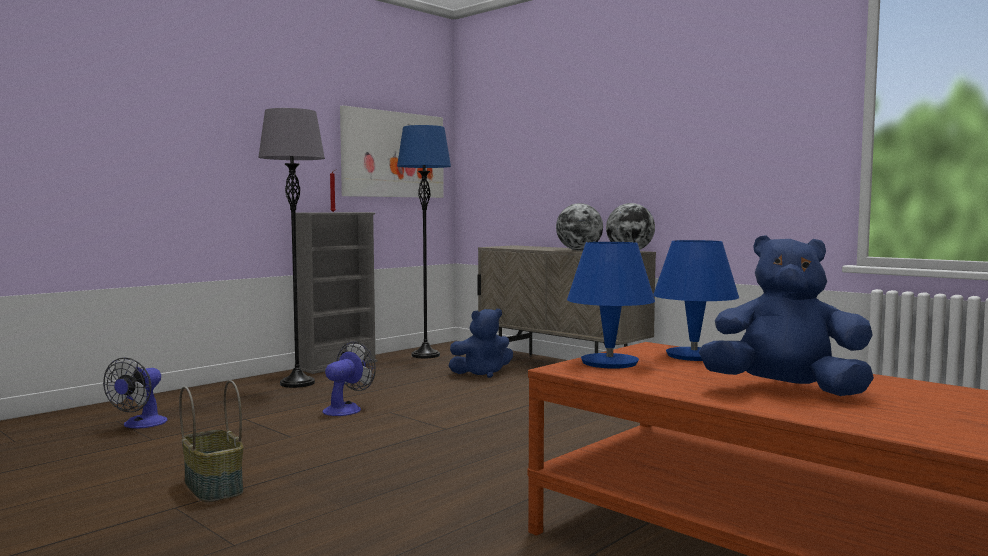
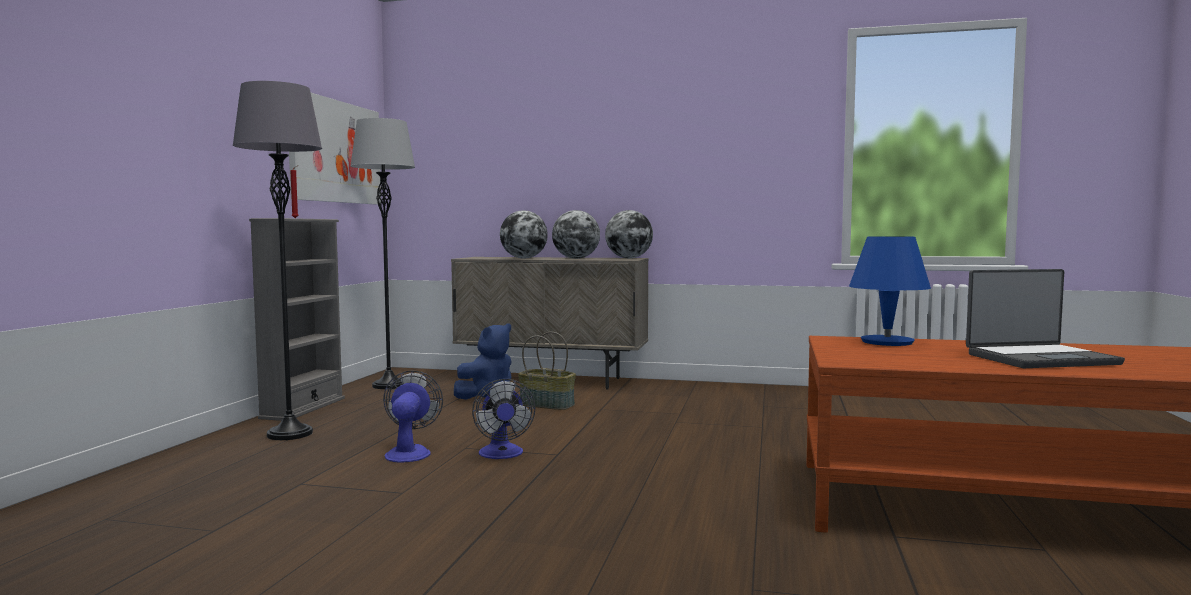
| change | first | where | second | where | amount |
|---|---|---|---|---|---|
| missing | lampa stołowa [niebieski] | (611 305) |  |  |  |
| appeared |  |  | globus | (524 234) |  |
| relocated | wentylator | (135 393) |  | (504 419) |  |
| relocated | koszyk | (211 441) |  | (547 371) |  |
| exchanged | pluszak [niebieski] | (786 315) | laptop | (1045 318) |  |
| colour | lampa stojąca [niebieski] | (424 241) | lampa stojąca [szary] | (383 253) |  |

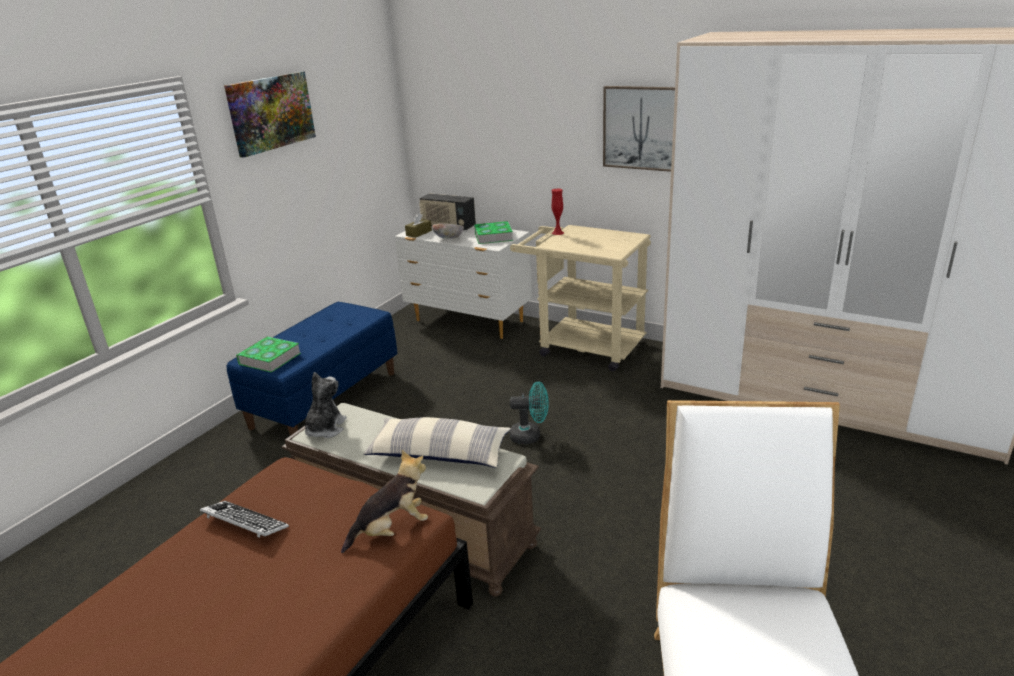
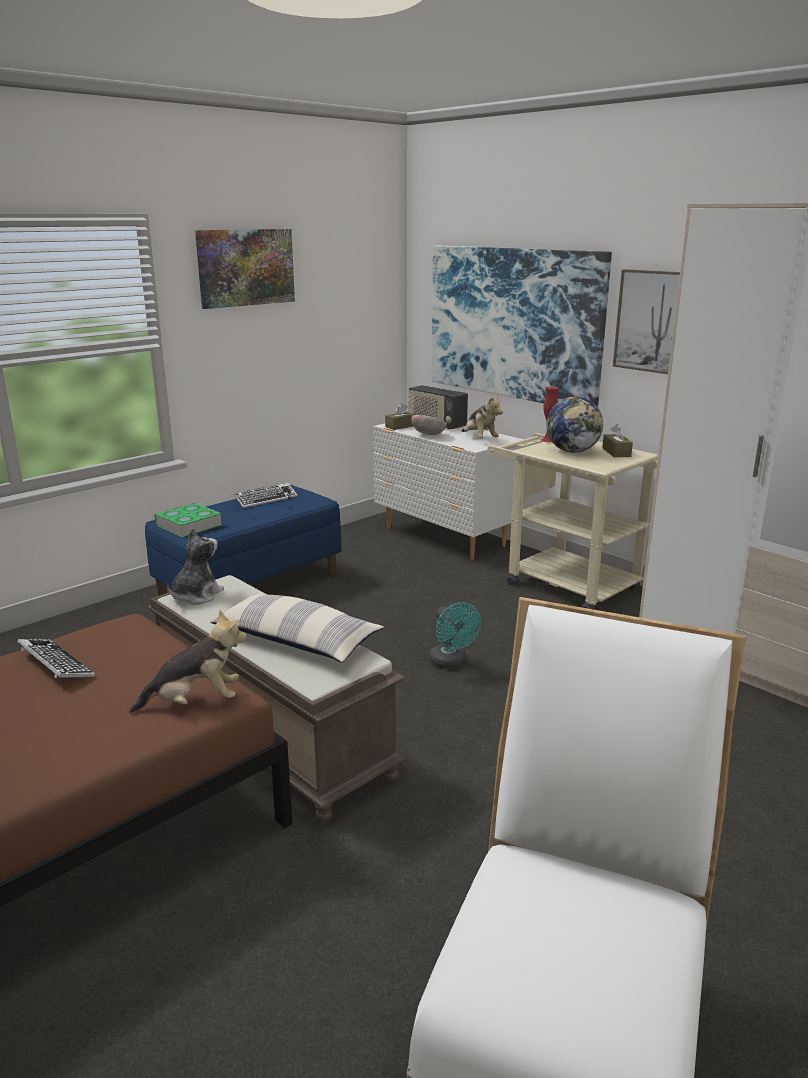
| change | first | where | second | where | amount |
|---|---|---|---|---|---|
| appeared |  |  | klawiatura | (266 495) |  |
| appeared |  |  | obraz | (521 326) |  |
| appeared |  |  | globus | (575 425) |  |
| appeared |  |  | pudełko chusteczek [brązowy] | (617 440) |  |
| exchanged | książka | (493 232) | pluszak | (482 416) |  |
| spun | wentylator [turkusowy] | (529 413) |  | (455 635) | 45 degrees clockwise |

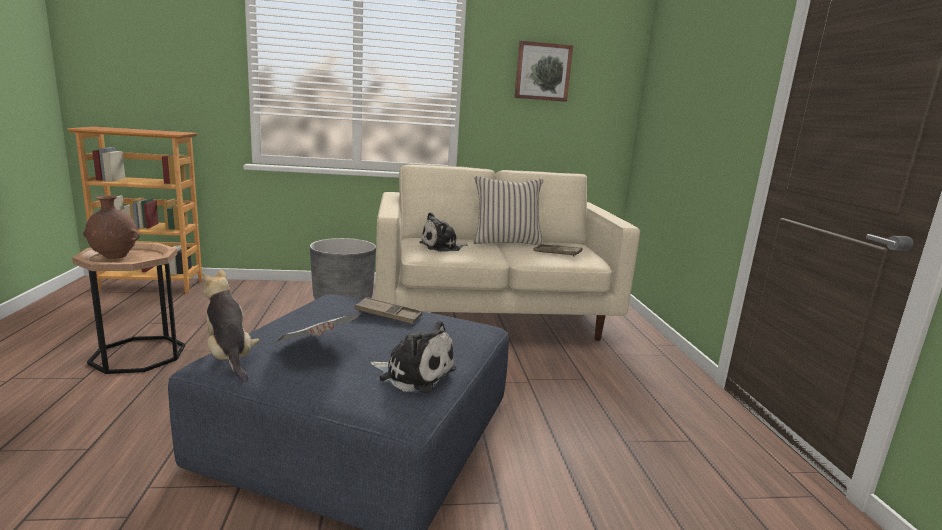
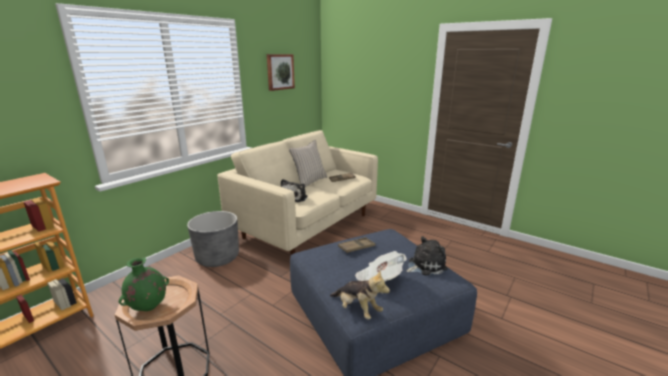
| change | first | where | second | where | amount |
|---|---|---|---|---|---|
| colour | wazon [brązowy] | (111 227) | wazon [zielony] | (144 284) |  |
| spun | pluszak | (231 325) |  | (360 294) | 150 degrees counterclockwise |

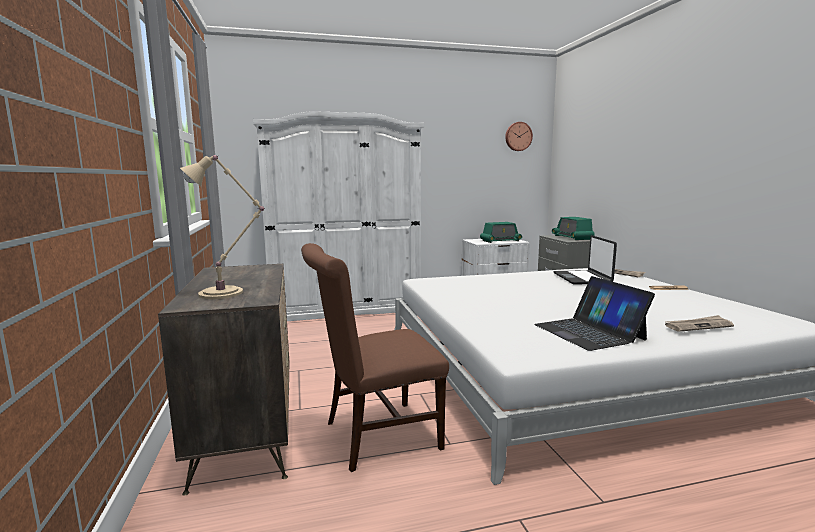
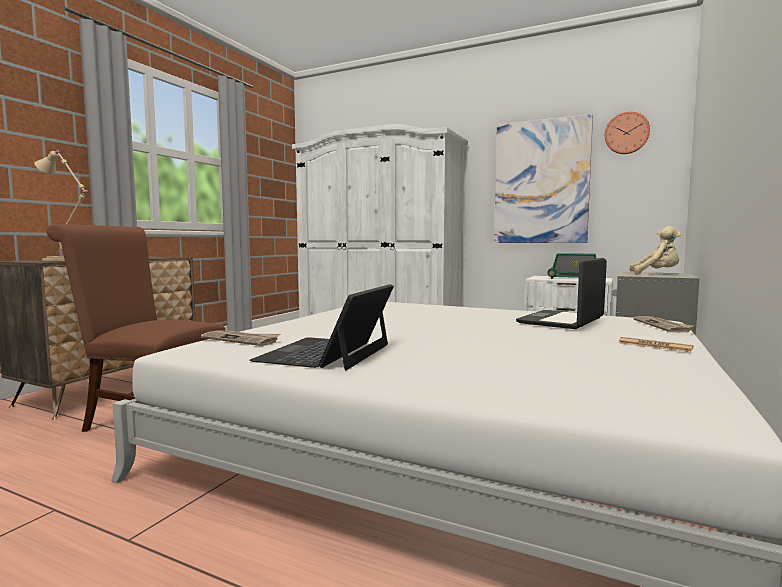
| change | first | where | second | where | amount |
|---|---|---|---|---|---|
| appeared |  |  | obraz | (543 178) |  |
| relocated | gazeta | (699 323) |  | (240 338) |  |
| exchanged | radio | (573 228) | pluszak [beżowy] | (655 250) |  |

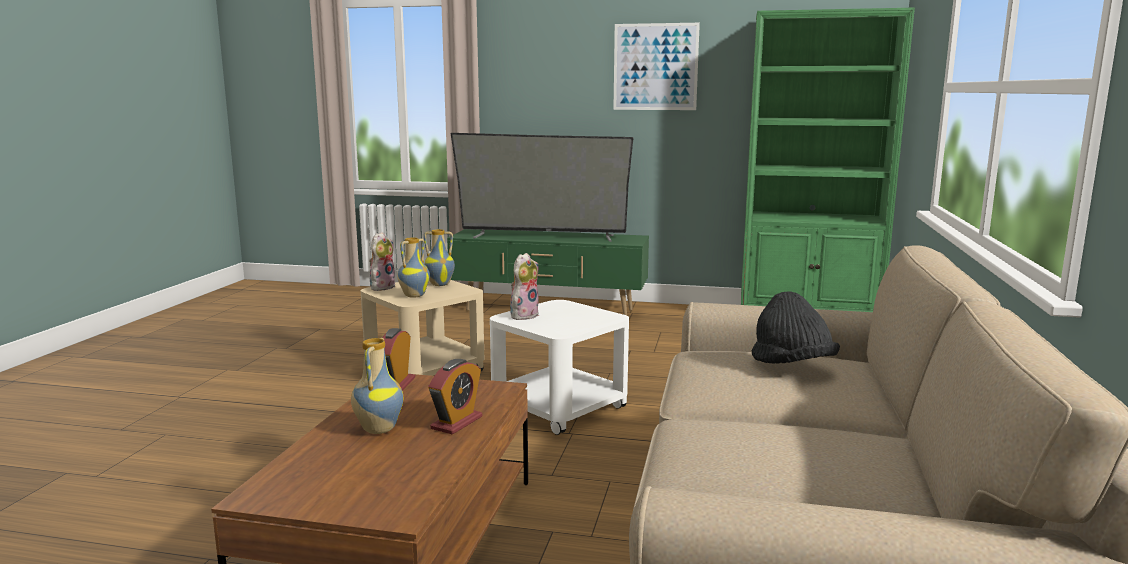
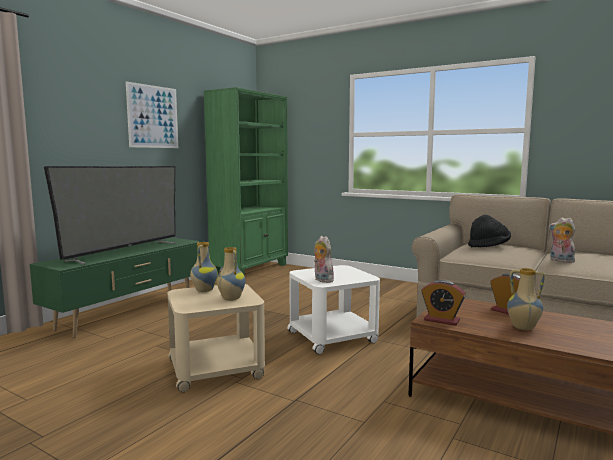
| change | first | where | second | where | amount |
|---|---|---|---|---|---|
| relocated | pluszak | (382 261) |  | (562 240) |  |

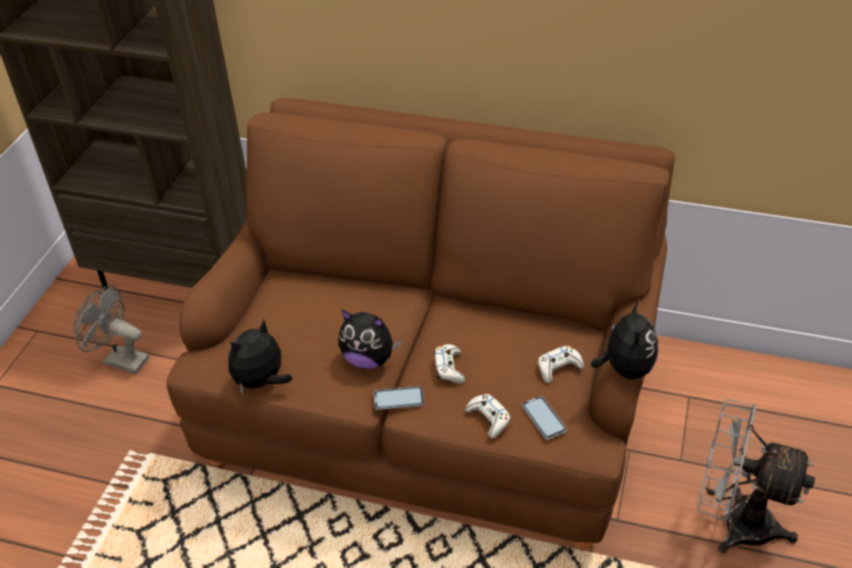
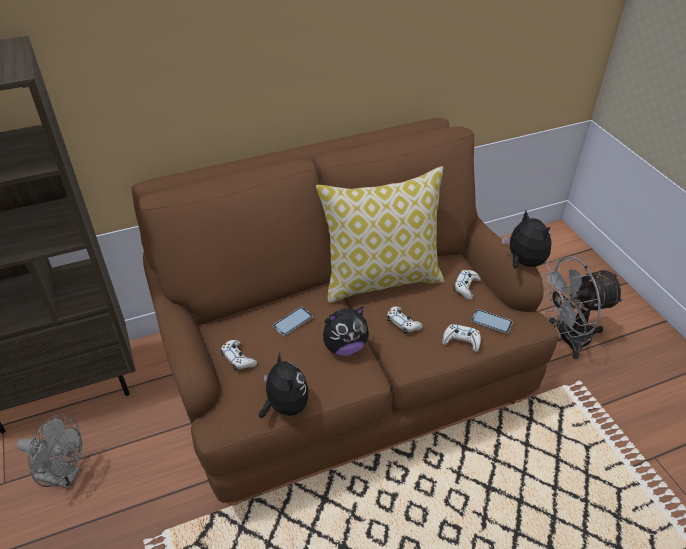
| change | first | where | second | where | amount |
|---|---|---|---|---|---|
| appeared |  |  | pad do gier [biały] | (239 355) |  |
| appeared |  |  | poduszka | (380 234) |  |
| relocated | telefon | (399 398) |  | (293 321) |  |
| spun | wentylator [szary] | (111 329) |  | (49 451) | 150 degrees counterclockwise |
| spun | pluszak | (260 356) |  | (284 385) | 150 degrees clockwise |

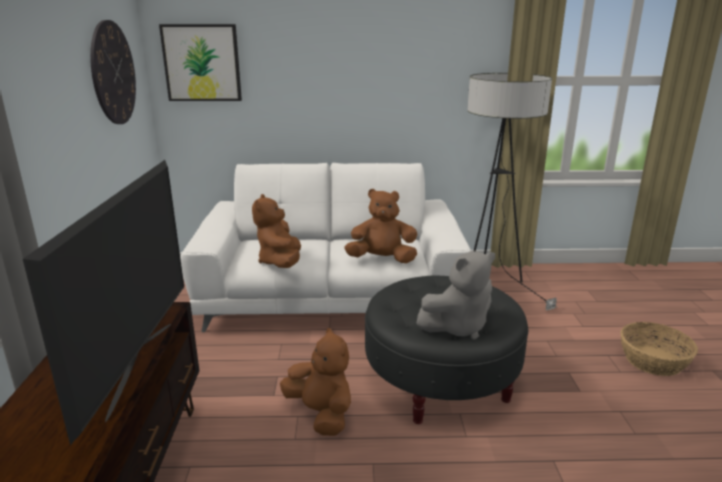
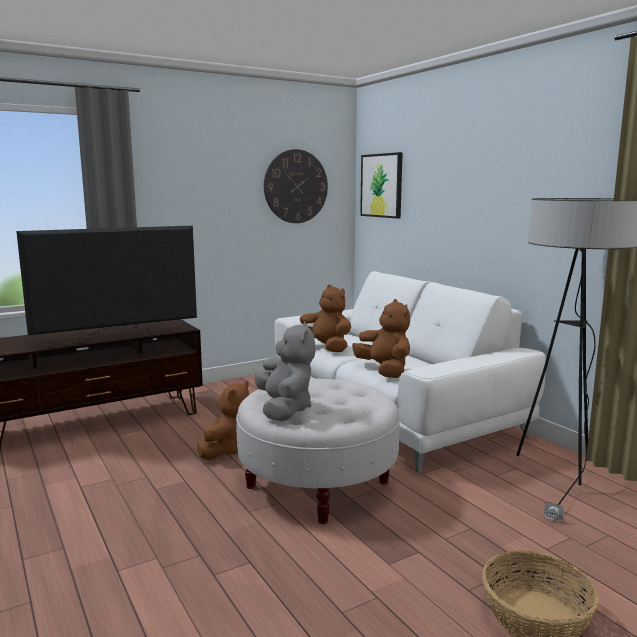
| change | first | where | second | where | amount |
|---|---|---|---|---|---|
| colour | pufa [czarny] | (446 350) | pufa [biały] | (318 451) |  |
| spun | pluszak [brązowy] | (276 231) |  | (325 318) | 75 degrees clockwise |
| spun | pluszak [szary] | (455 295) |  | (285 371) | 135 degrees counterclockwise |

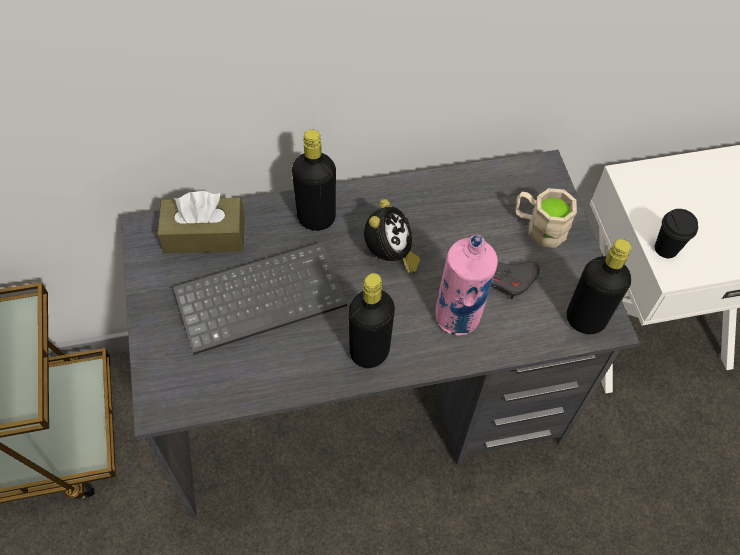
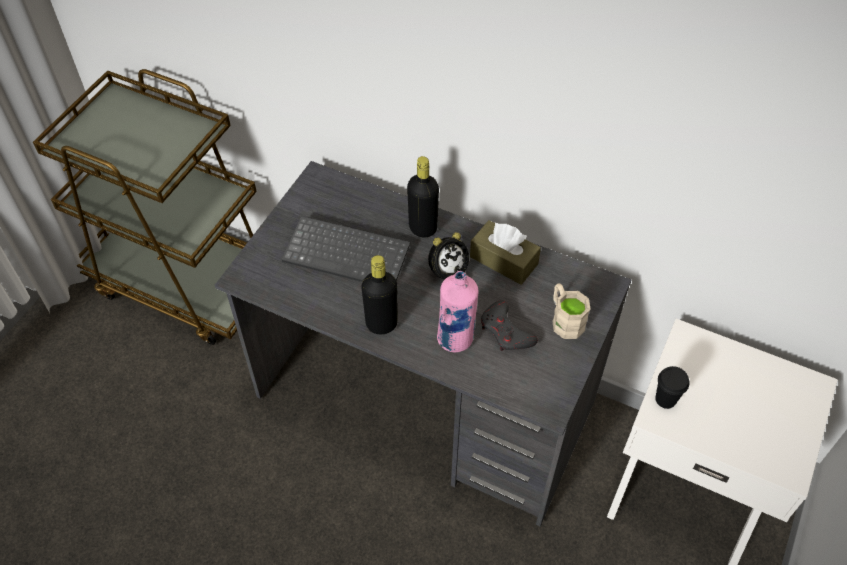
| change | first | where | second | where | amount |
|---|---|---|---|---|---|
| missing | butelka [czarny] | (599 286) |  |  |  |
| relocated | pudełko chusteczek [brązowy] | (201 222) |  | (505 252) |  |

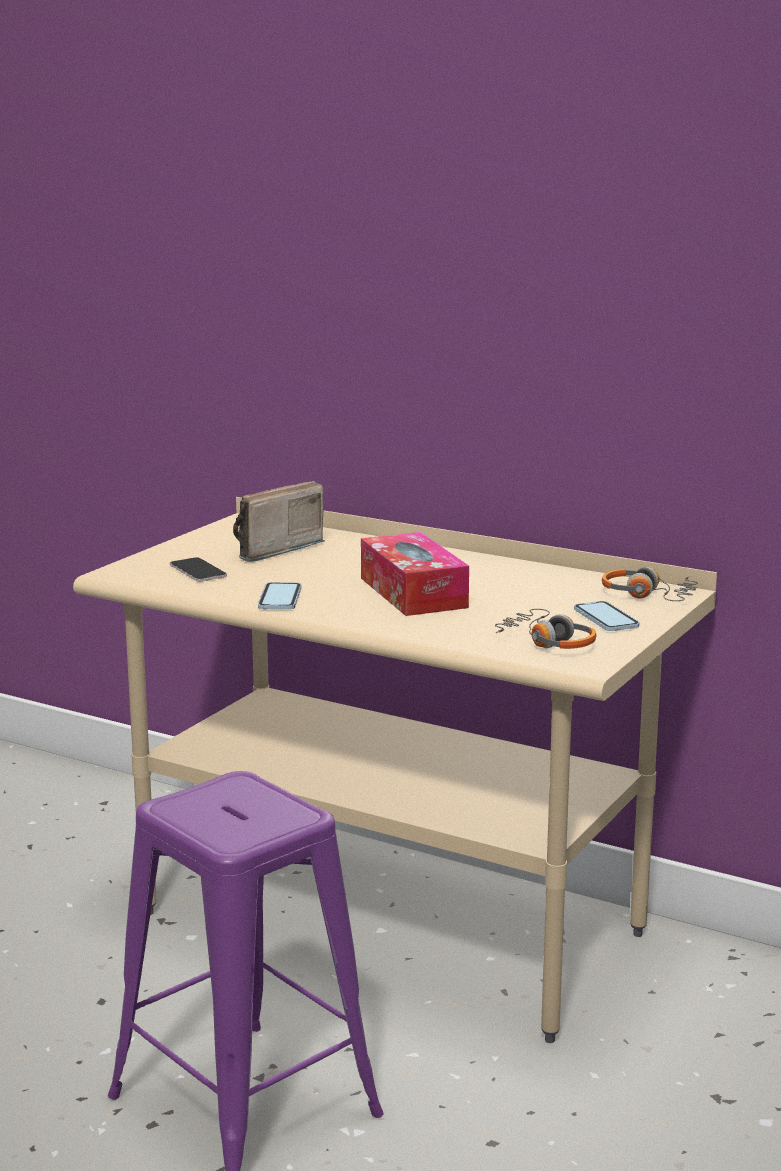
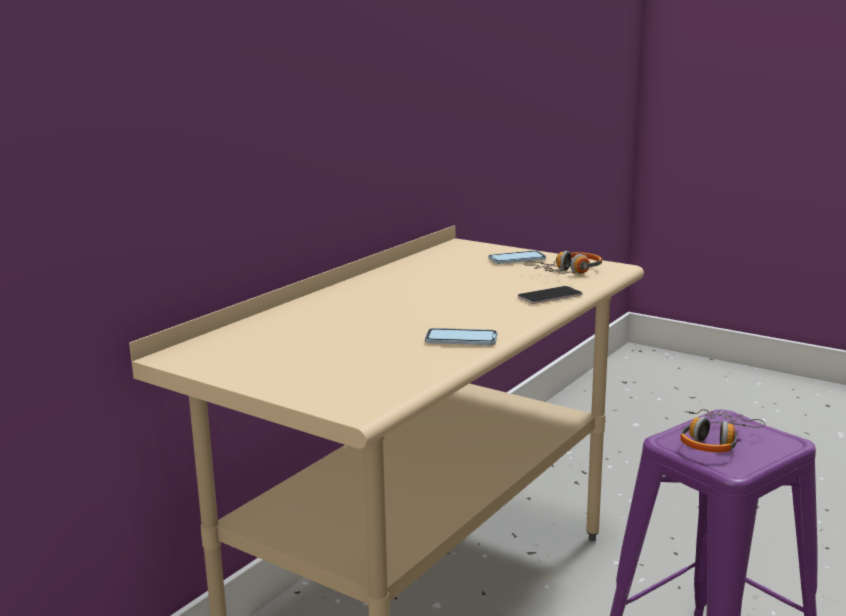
| change | first | where | second | where | amount |
|---|---|---|---|---|---|
| missing | radio | (279 521) |  |  |  |
| missing | pudełko chusteczek | (415 574) |  |  |  |
| relocated | telefon | (198 569) |  | (550 295) |  |
| relocated | słuchawki | (650 584) |  | (722 430) |  |

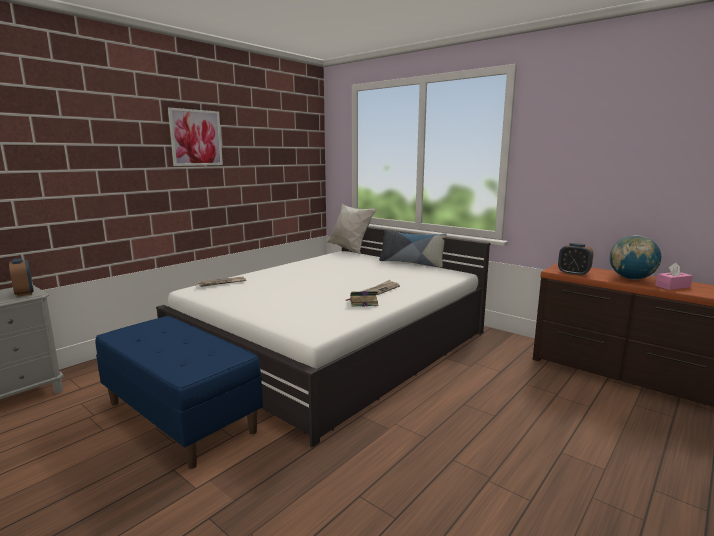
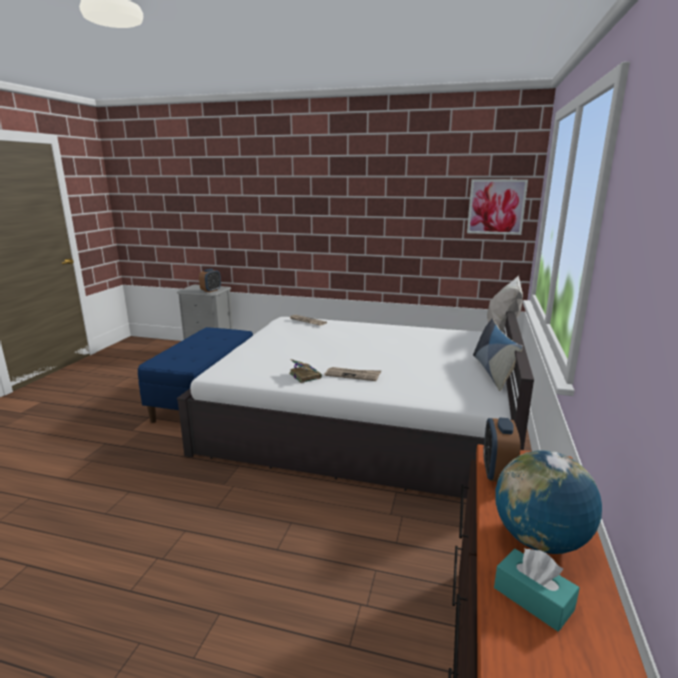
| change | first | where | second | where | amount |
|---|---|---|---|---|---|
| relocated | obraz | (195 137) |  | (497 207) |  |
| colour | pudełko chusteczek [różowy] | (674 276) | pudełko chusteczek [turkusowy] | (537 590) |  |

